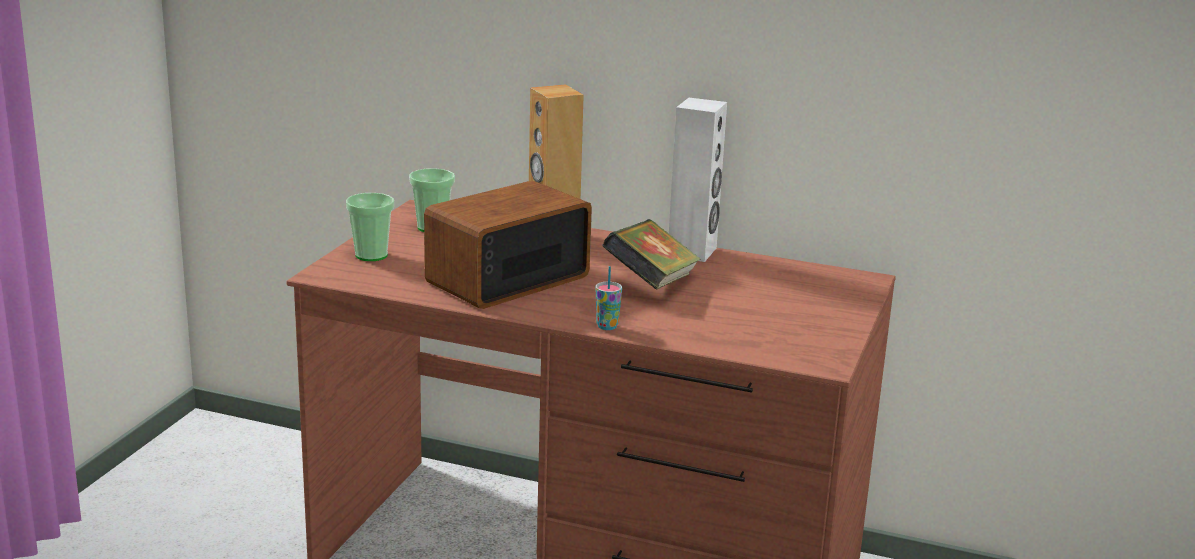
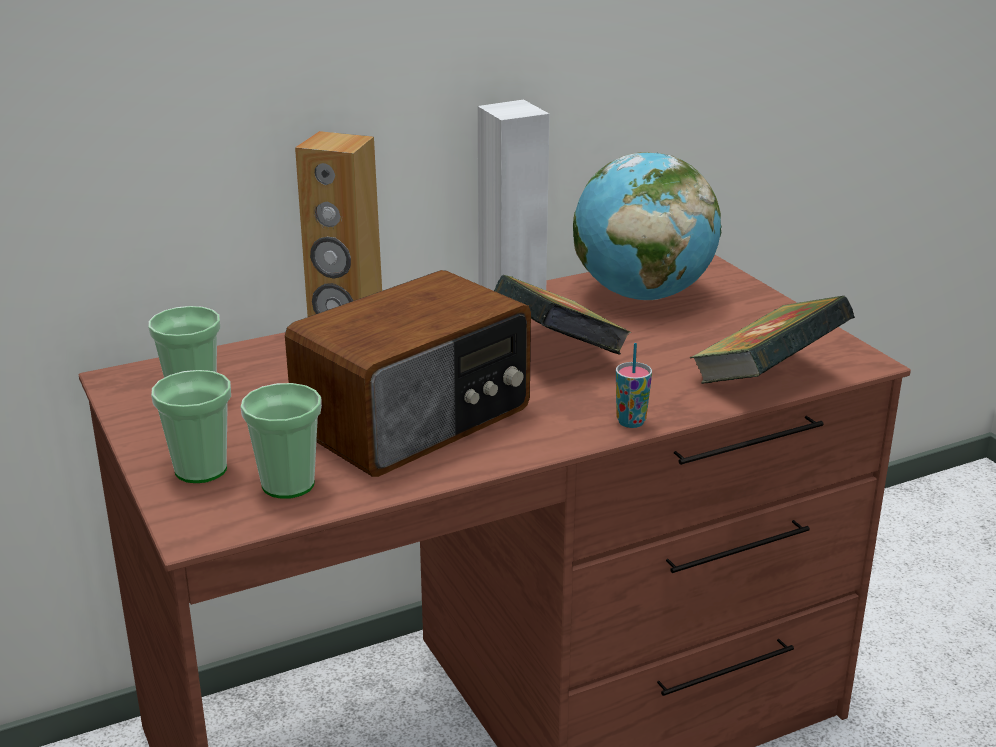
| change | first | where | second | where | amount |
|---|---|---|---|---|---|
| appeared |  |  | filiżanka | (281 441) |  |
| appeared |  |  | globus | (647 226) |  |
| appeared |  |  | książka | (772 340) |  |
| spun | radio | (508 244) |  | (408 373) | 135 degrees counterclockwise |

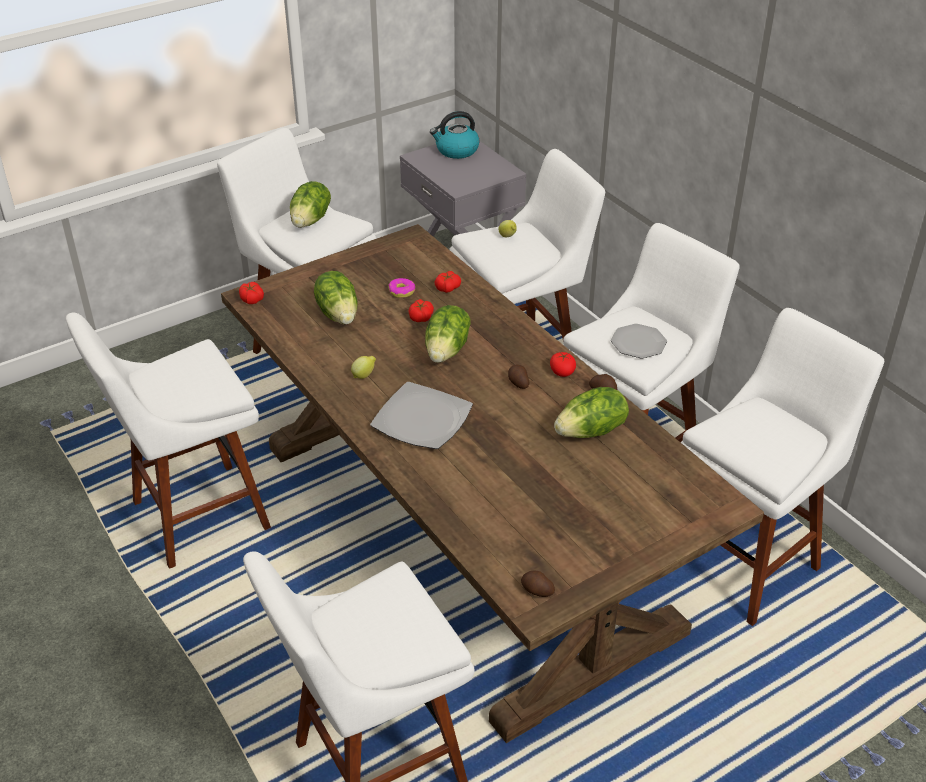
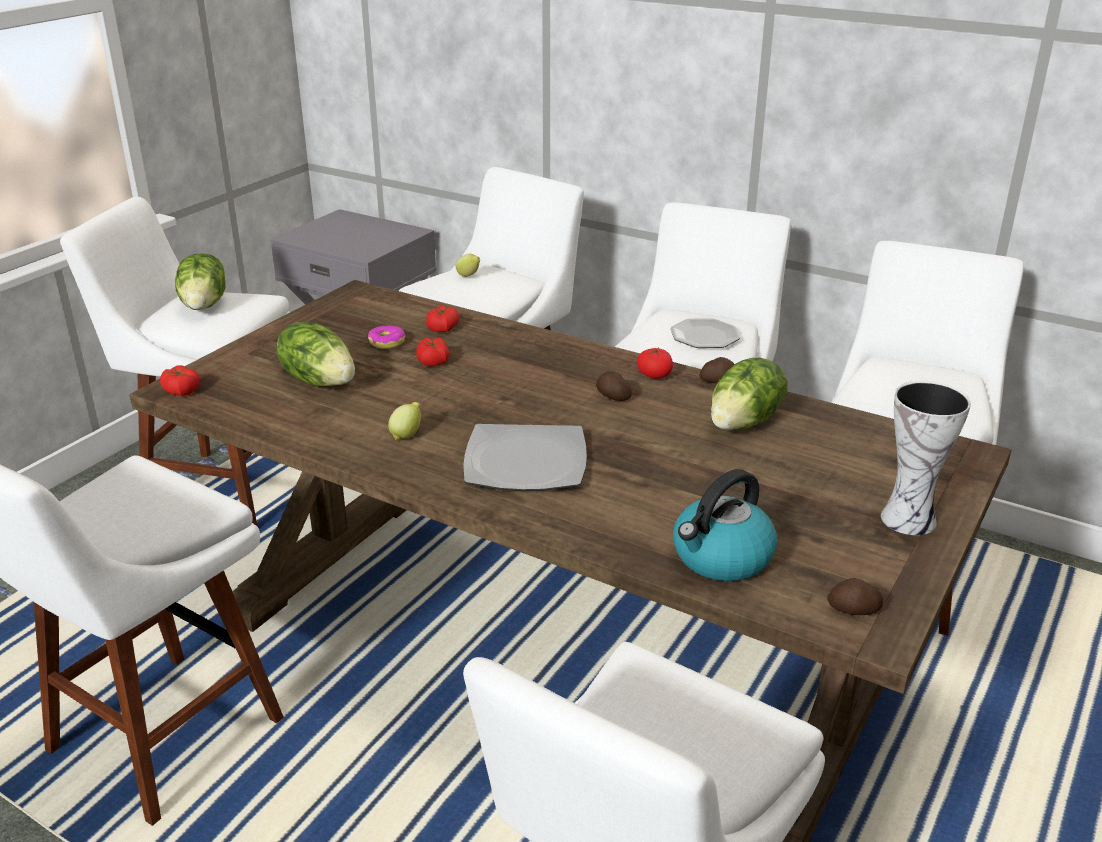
| change | first | where | second | where | amount |
|---|---|---|---|---|---|
| missing | sałata | (448 334) |  |  |  |
| appeared |  |  | wazon | (926 458) |  |
| relocated | czajnik | (455 135) |  | (725 525) |  |

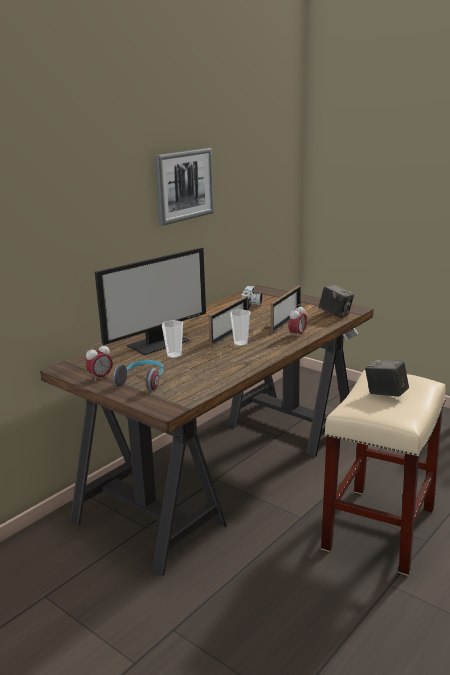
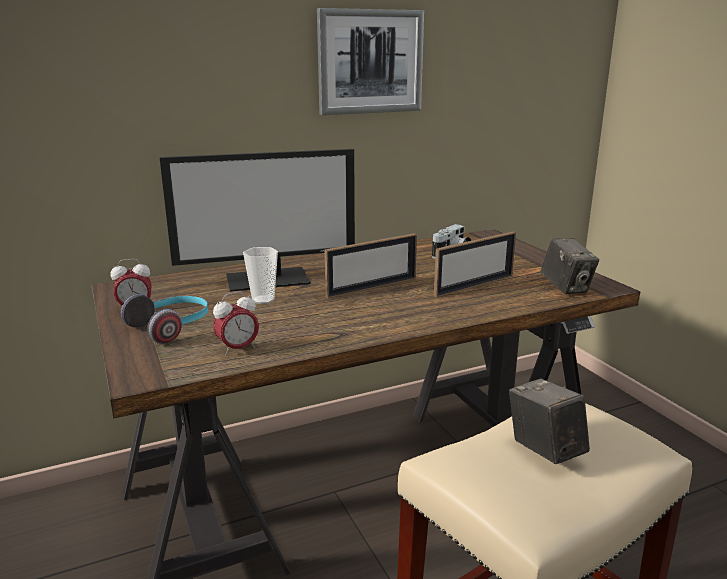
| change | first | where | second | where | amount |
|---|---|---|---|---|---|
| missing | filiżanka | (240 327) |  |  |  |
| relocated | budzik | (297 321) |  | (236 324) |  |

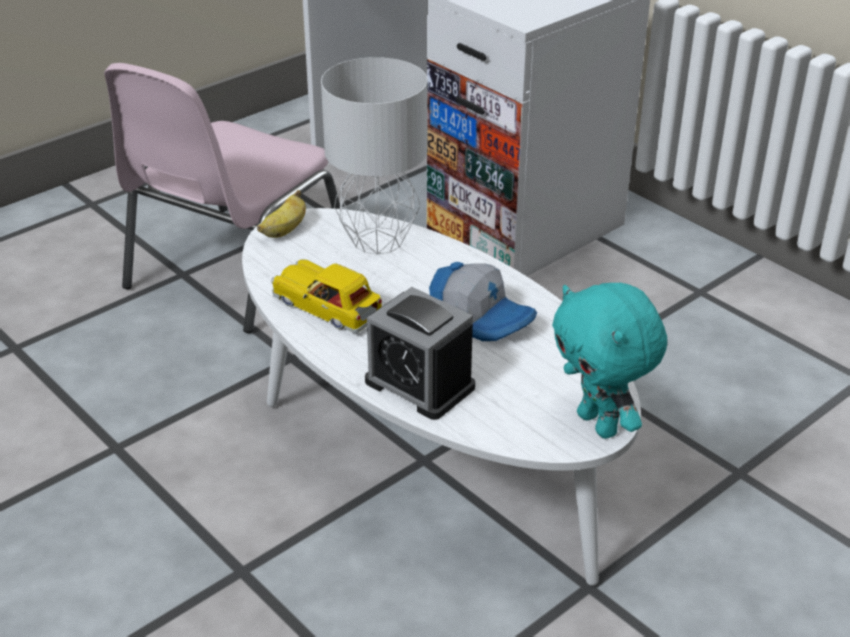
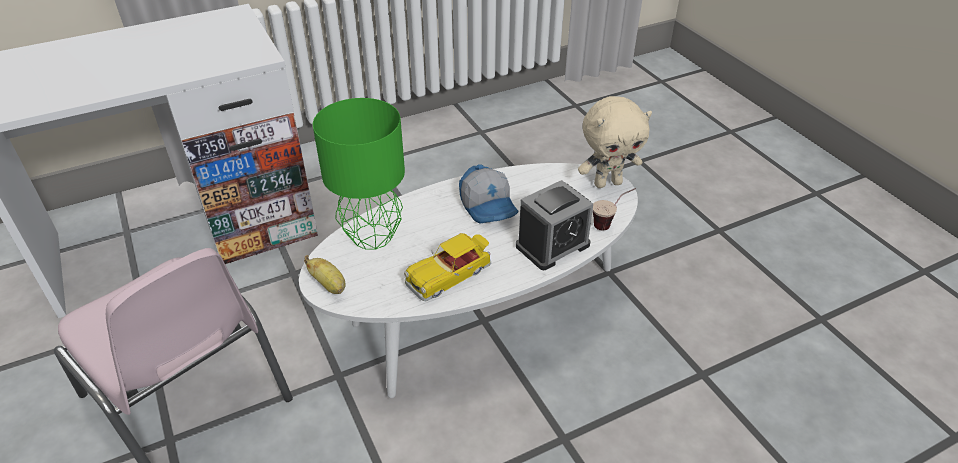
| change | first | where | second | where | amount |
|---|---|---|---|---|---|
| appeared |  |  | filiżanka | (614 209) |  |
| colour | lampa stołowa [szary] | (374 155) | lampa stołowa [zielony] | (359 174) |  |
| colour | pluszak [turkusowy] | (609 361) | pluszak [beżowy] | (615 142) |  |
| spun | czapka z daszkiem | (483 301) |  | (488 194) | 105 degrees clockwise |

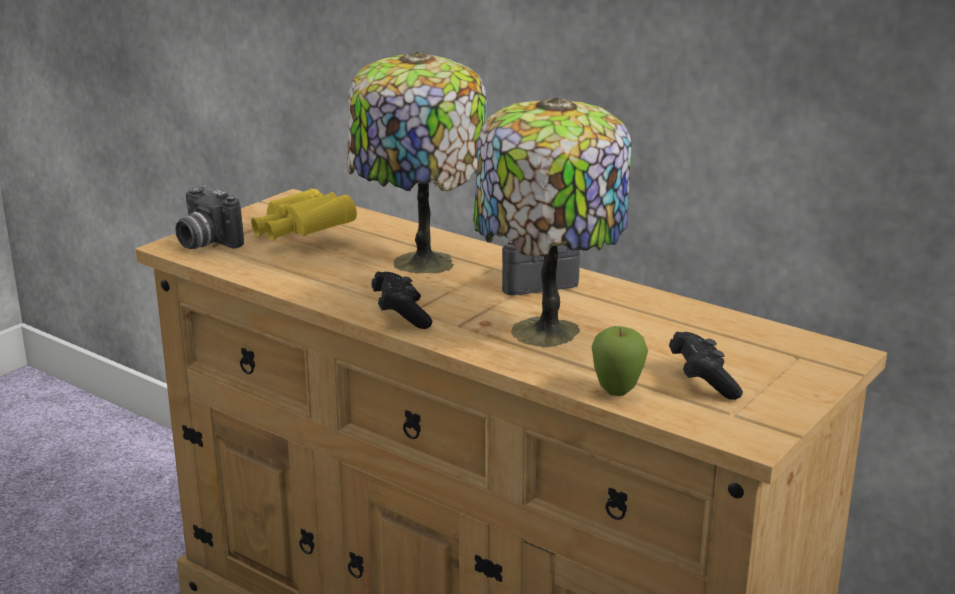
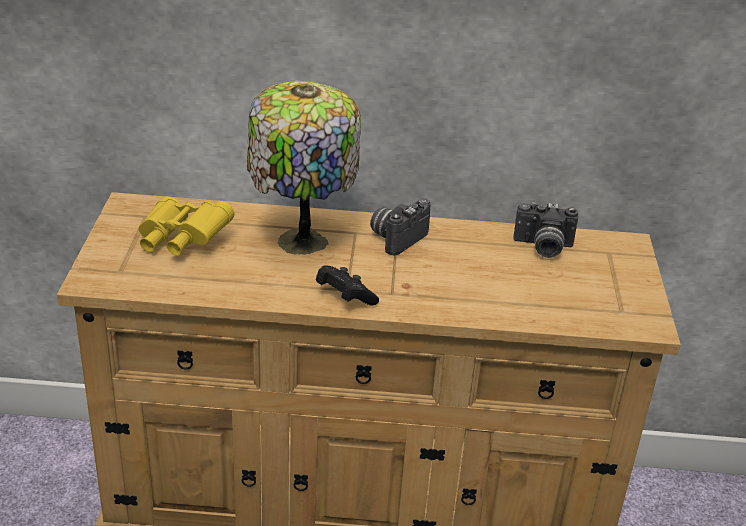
| change | first | where | second | where | amount |
|---|---|---|---|---|---|
| missing | lampa stołowa | (552 222) |  |  |  |
| missing | jabłko | (620 361) |  |  |  |
| missing | pad do gier [czarny] | (706 366) |  |  |  |
| relocated | aparat fotograficzny | (209 217) |  | (546 230) |  |

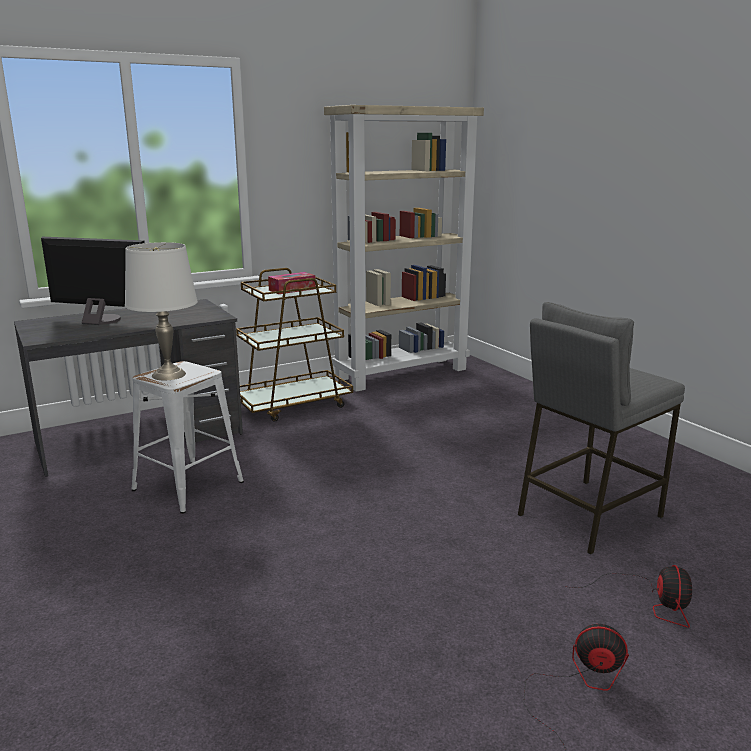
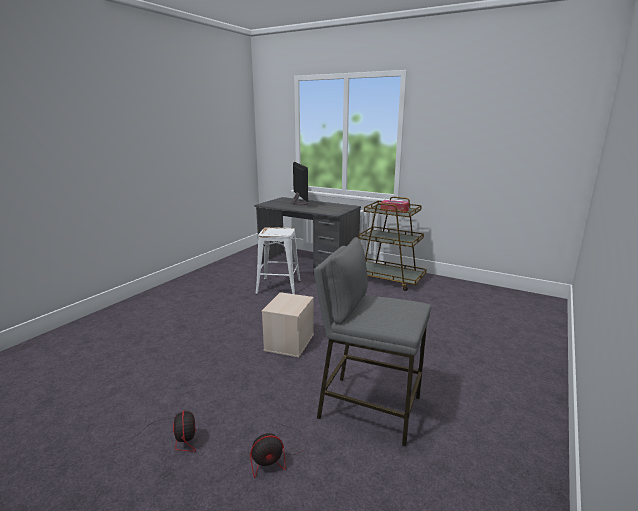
| change | first | where | second | where | amount |
|---|---|---|---|---|---|
| missing | lampa stołowa [biały] | (161 311) |  |  |  |
| missing | regał [beżowy] | (404 248) |  |  |  |
| appeared |  |  | pojemnik do przechowywania [beżowy] | (288 324) |  |

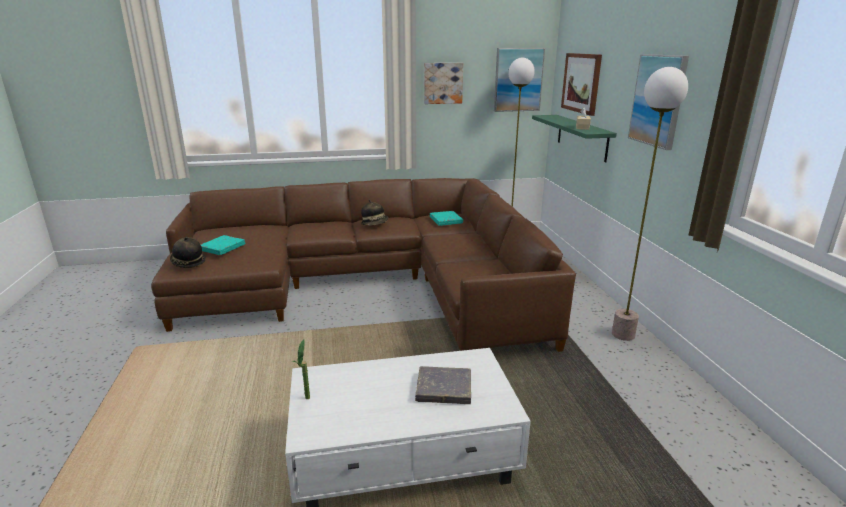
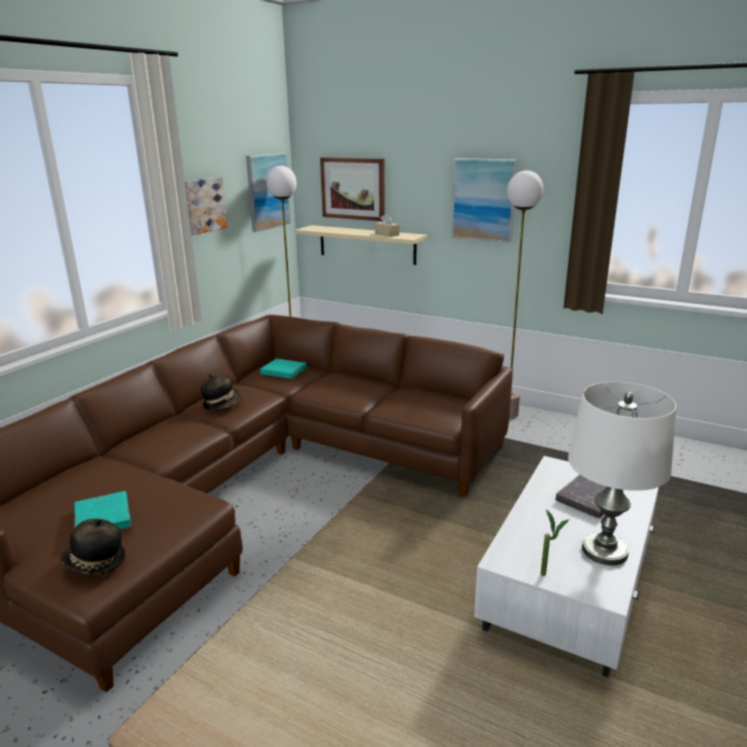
| change | first | where | second | where | amount |
|---|---|---|---|---|---|
| appeared |  |  | lampa stołowa [biały] | (622 473) |  |
| colour | półka [zielony] | (574 138) | półka [beżowy] | (361 245) |  |

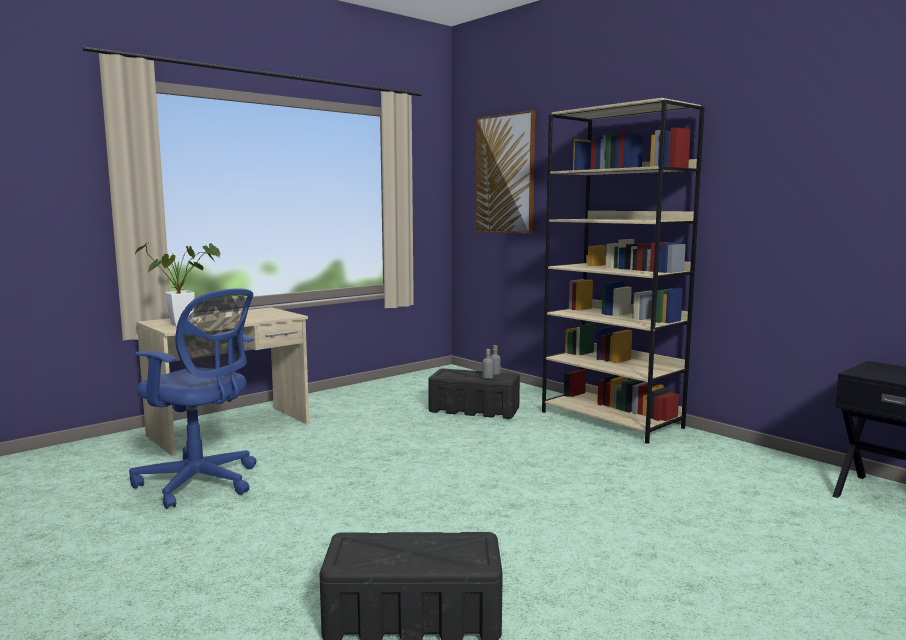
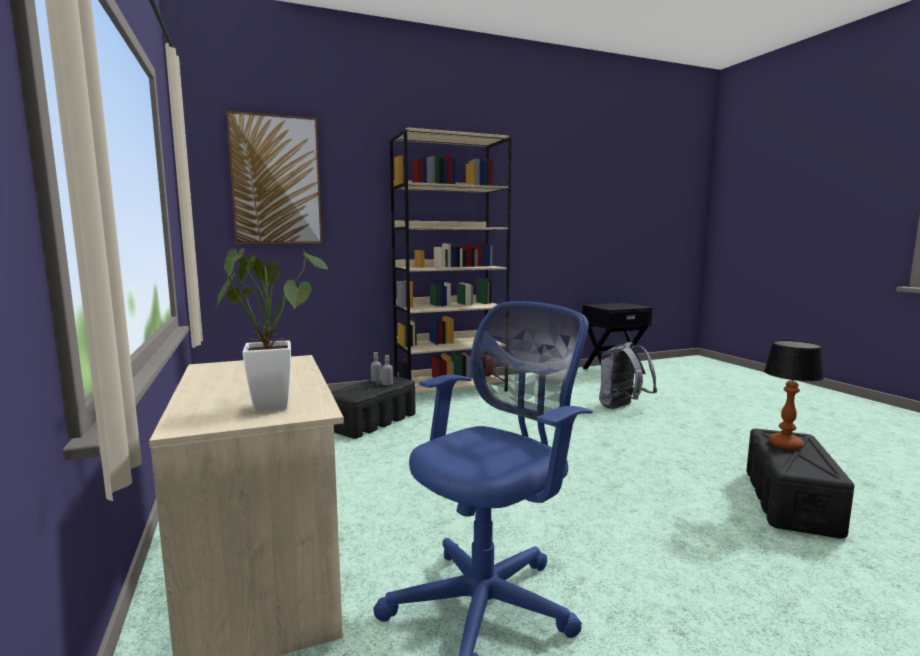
| change | first | where | second | where | amount |
|---|---|---|---|---|---|
| appeared |  |  | plecak [szary] | (628 375) |  |
| appeared |  |  | lampa stołowa | (794 395) |  |

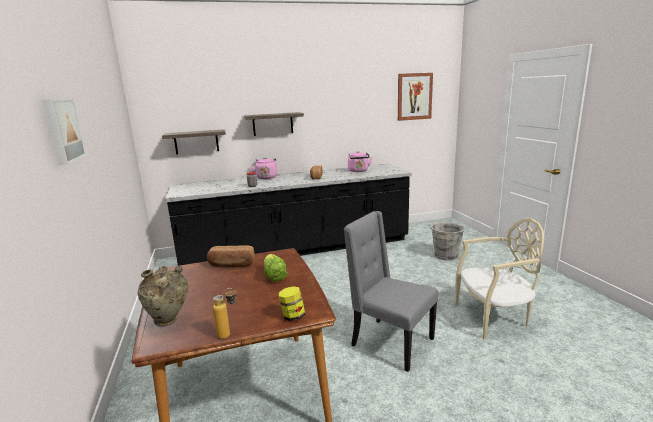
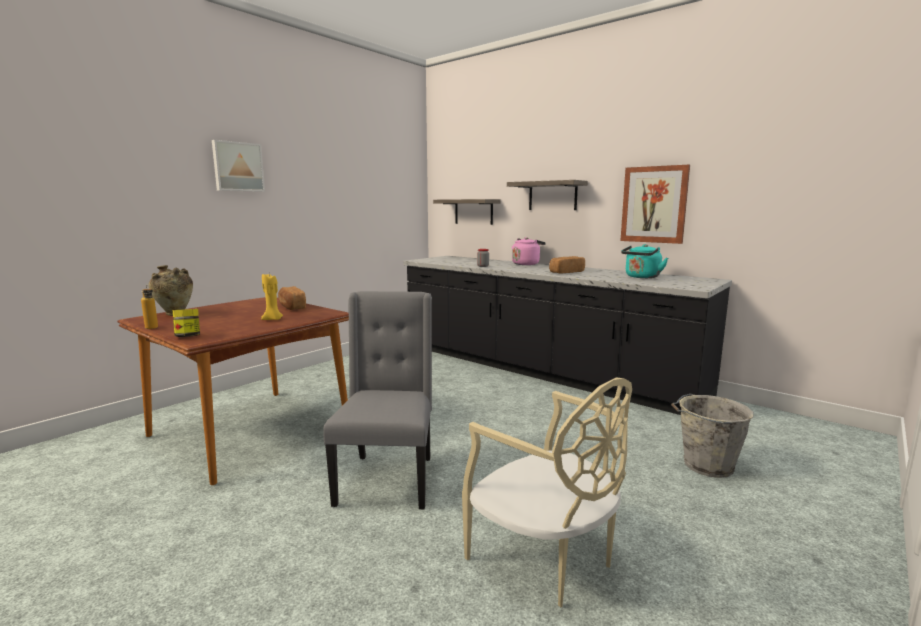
| change | first | where | second | where | amount |
|---|---|---|---|---|---|
| relocated | obraz | (415 97) |  | (655 204) |  |
| exchanged | sałata | (275 268) | świeca [żółty] | (272 297) |  |
| colour | czajnik [różowy] | (360 161) | czajnik [turkusowy] | (644 261) |  |

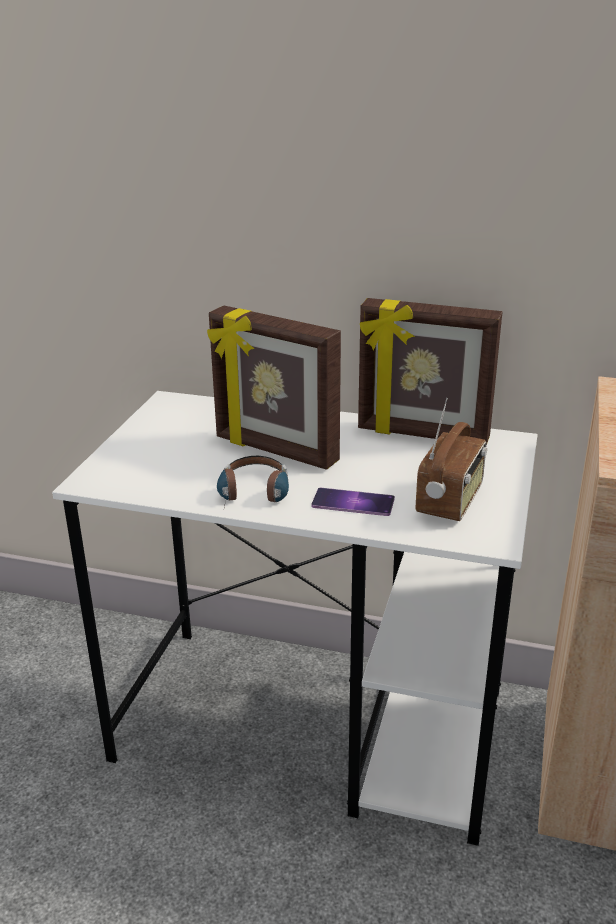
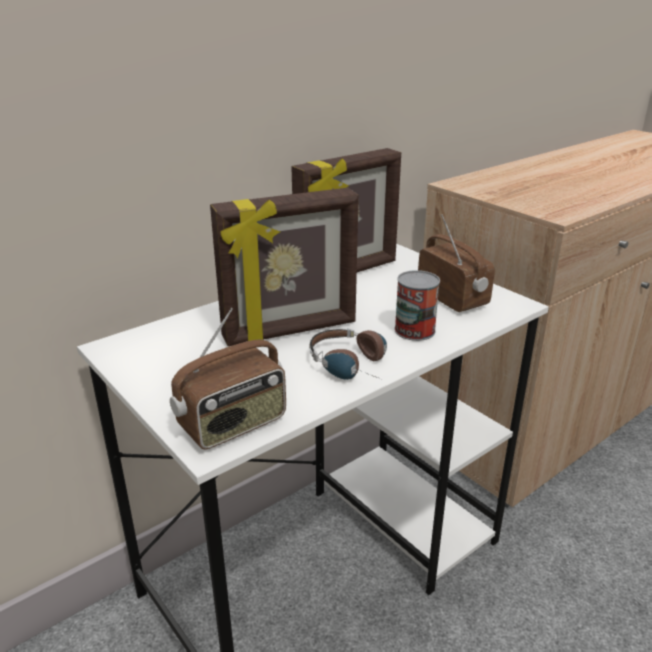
| change | first | where | second | where | amount |
|---|---|---|---|---|---|
| appeared |  |  | radio | (228 378) |  |
| exchanged | telefon | (353 502) | puszka | (417 305) |  |

